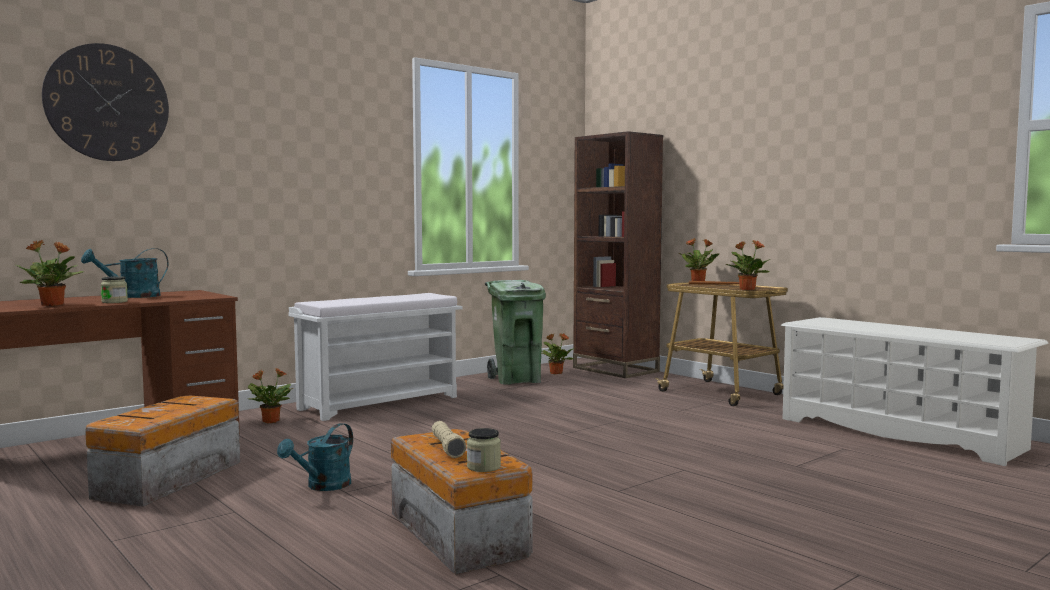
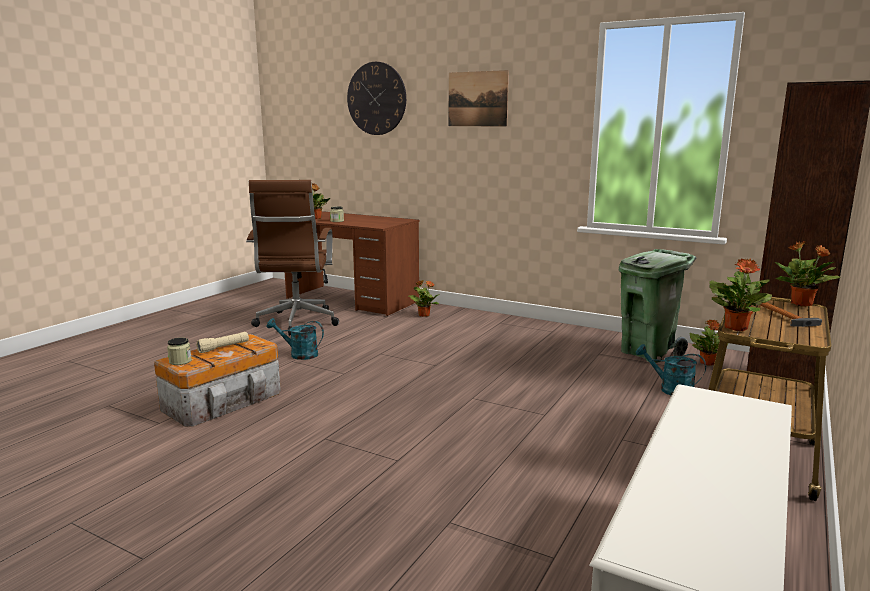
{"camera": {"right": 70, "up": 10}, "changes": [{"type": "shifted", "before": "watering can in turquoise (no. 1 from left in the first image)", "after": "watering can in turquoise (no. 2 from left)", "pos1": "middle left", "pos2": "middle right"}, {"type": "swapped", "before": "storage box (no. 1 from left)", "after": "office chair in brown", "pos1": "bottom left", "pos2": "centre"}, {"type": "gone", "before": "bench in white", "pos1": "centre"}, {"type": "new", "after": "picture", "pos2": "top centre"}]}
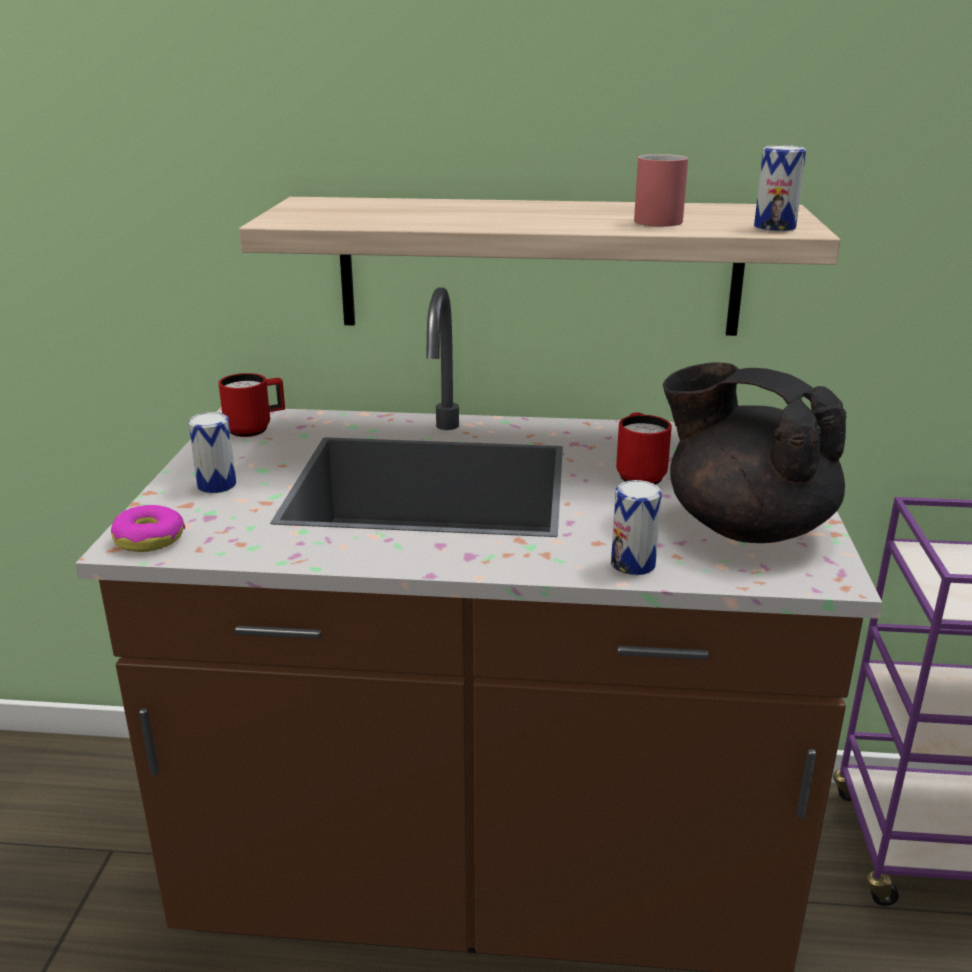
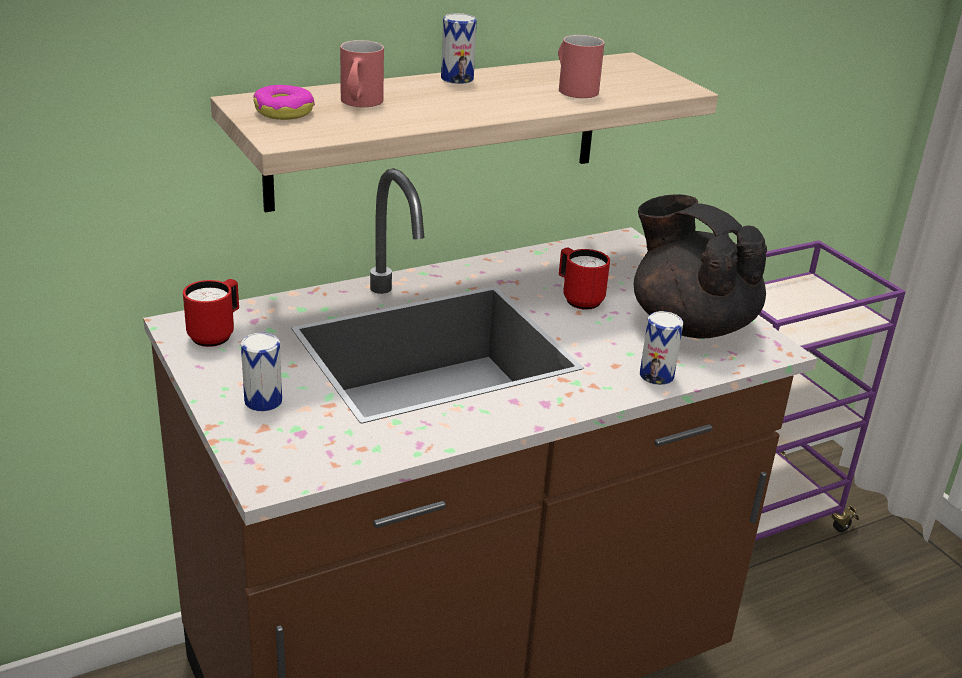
{"camera": {"right": -35, "up": 5}, "changes": [{"type": "shifted", "before": "donut", "pos1": "middle left", "pos2": "top left"}, {"type": "rotated", "before": "teapot in black", "pos1": "middle right", "pos2": "middle right", "turn": 45}, {"type": "shifted", "before": "can (no. 3 from left in the first image)", "after": "can (no. 2 from left)", "pos1": "top right", "pos2": "top centre"}, {"type": "new", "after": "mug in red (no. 2 from left)", "pos2": "top centre"}]}
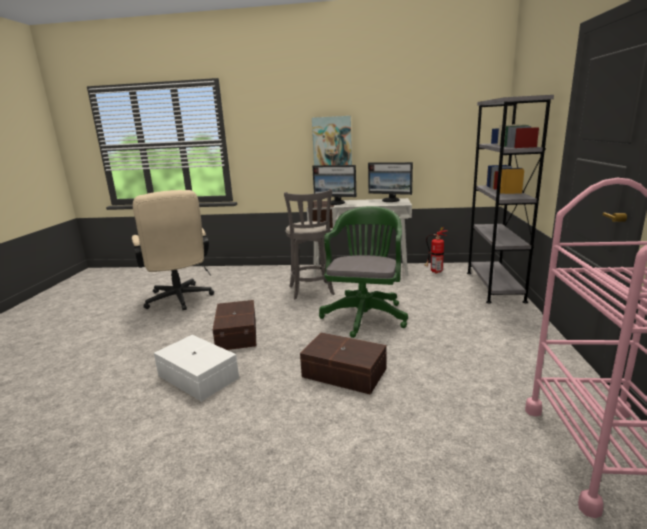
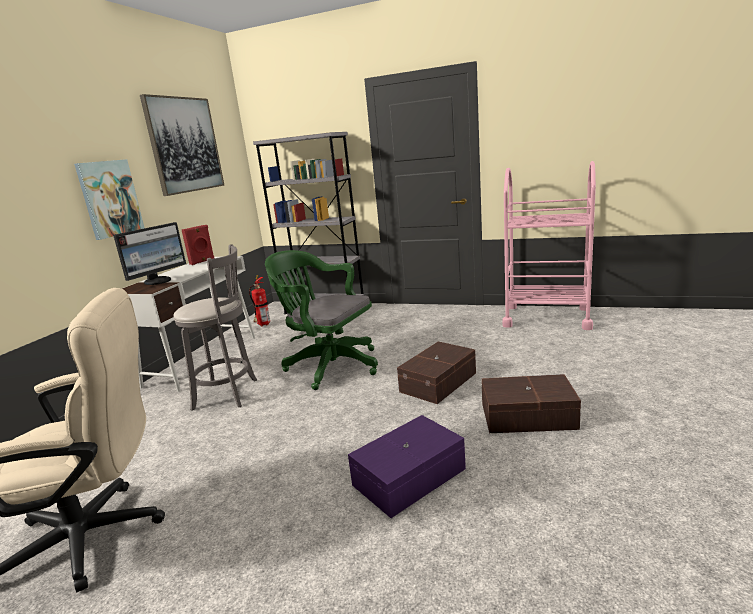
{"camera": {"right": -75, "up": 0}, "changes": [{"type": "repainted", "before": "storage box in white", "after": "storage box in purple", "pos1": "bottom left", "pos2": "bottom centre"}, {"type": "shifted", "before": "storage box in brown (no. 1 from left in the first image)", "after": "storage box in brown (no. 2 from left)", "pos1": "centre", "pos2": "middle right"}, {"type": "swapped", "before": "monitor (no. 2 from left)", "after": "speaker in red", "pos1": "centre", "pos2": "middle left"}, {"type": "new", "after": "picture (no. 2 from left)", "pos2": "top left"}]}
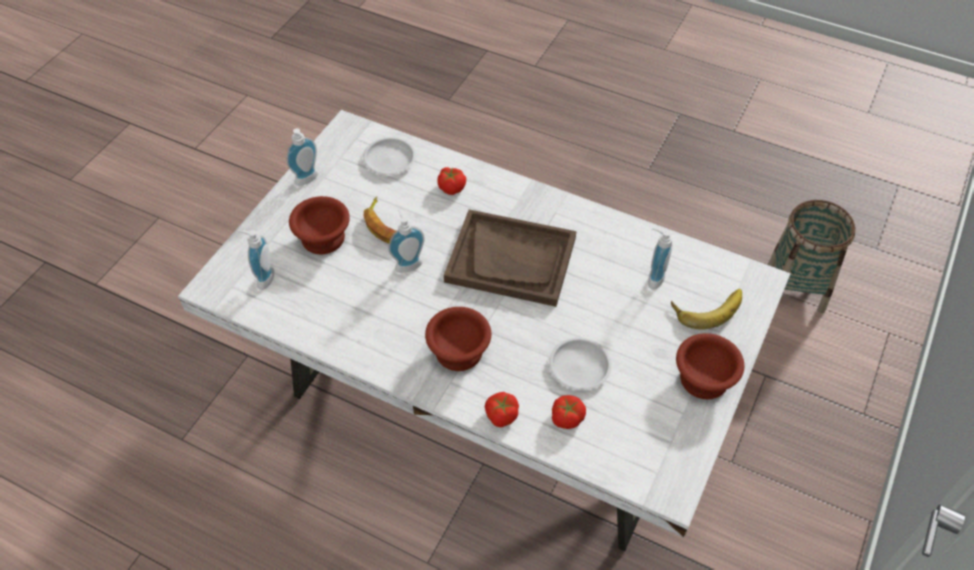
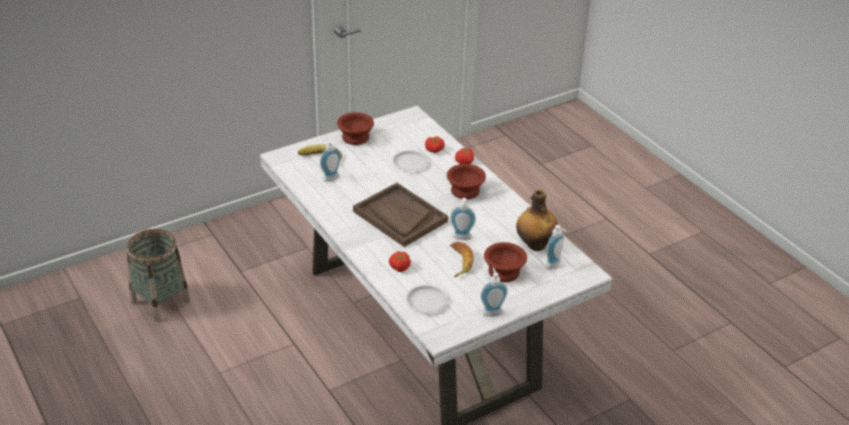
{"camera": {"right": -150, "up": -15}, "changes": [{"type": "new", "after": "bottle", "pos2": "centre"}]}
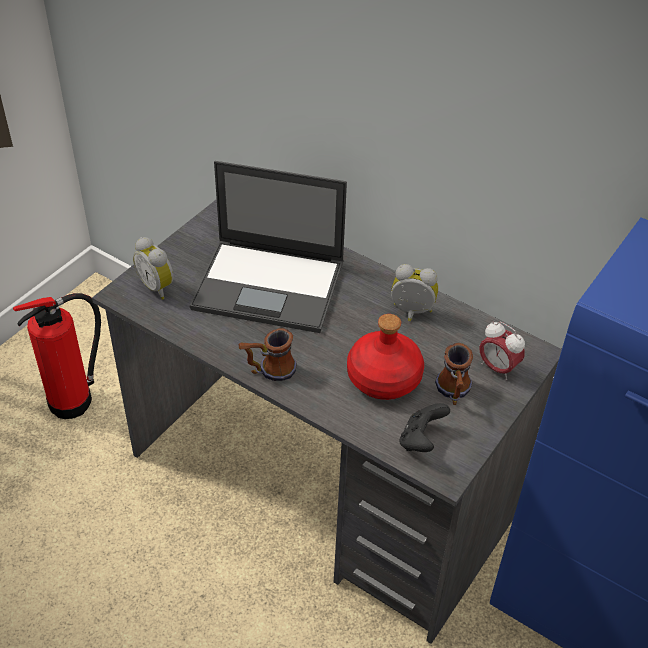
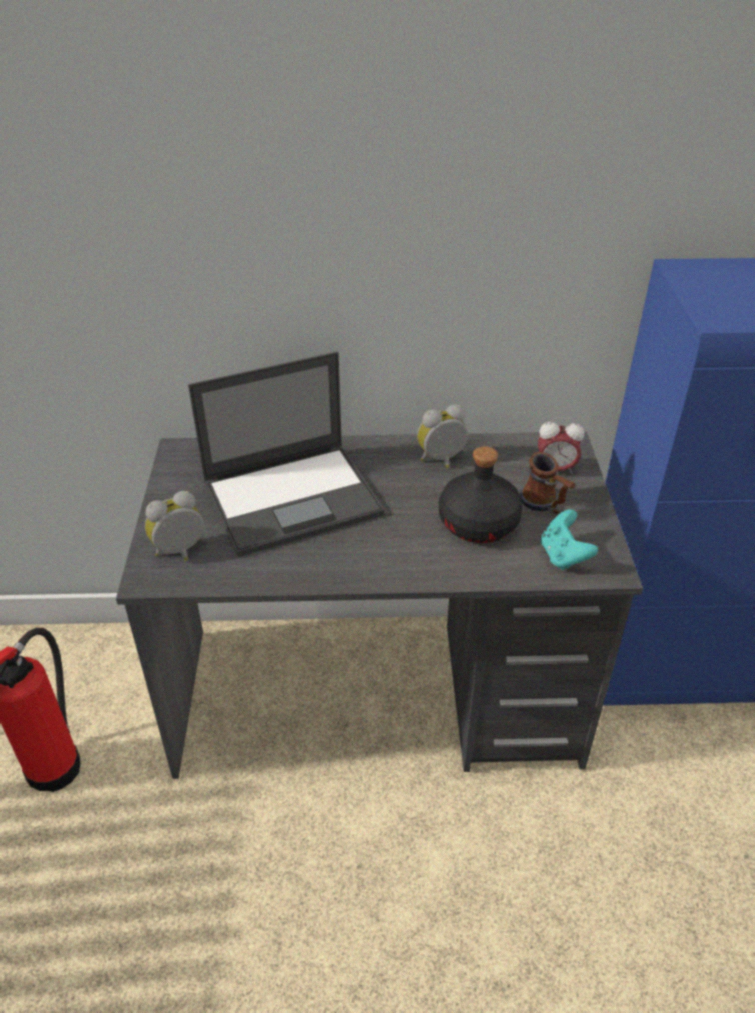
{"camera": {"right": -35, "up": -5}, "changes": [{"type": "rotated", "before": "alarm clock (no. 1 from left)", "pos1": "middle left", "pos2": "middle left", "turn": 135}, {"type": "gone", "before": "mug (no. 1 from left)", "pos1": "centre"}, {"type": "repainted", "before": "bottle in red", "after": "bottle in black", "pos1": "centre", "pos2": "centre"}, {"type": "repainted", "before": "game controller in black", "after": "game controller in turquoise", "pos1": "centre", "pos2": "middle right"}]}
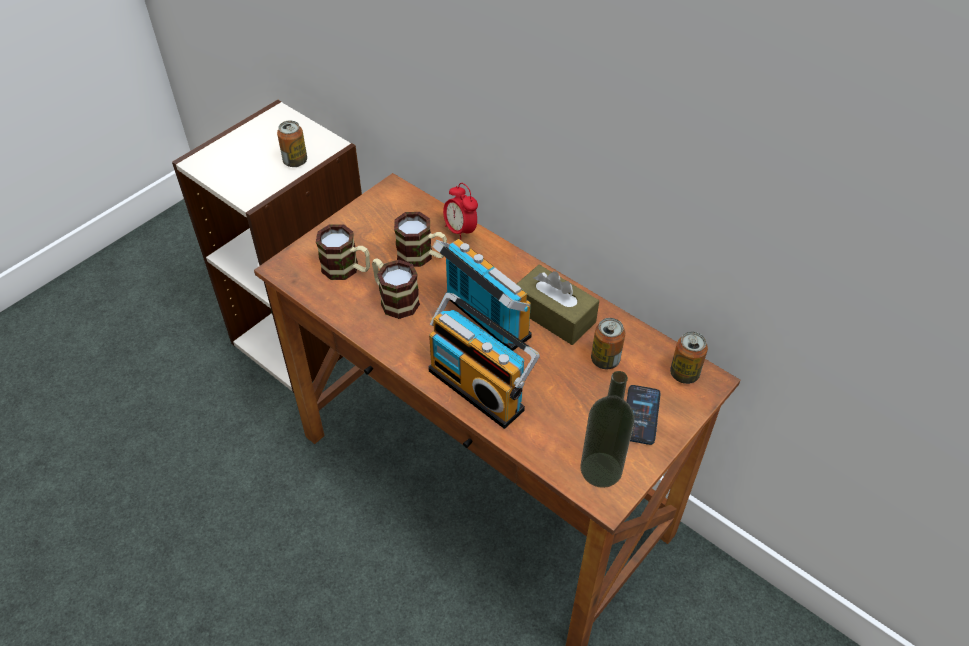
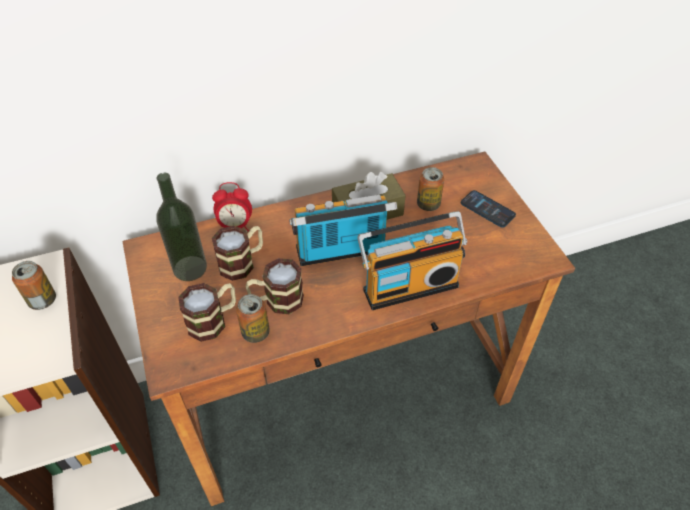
{"camera": {"right": -60, "up": 0}, "changes": [{"type": "shifted", "before": "bottle", "pos1": "centre", "pos2": "middle left"}, {"type": "shifted", "before": "can (no. 3 from left in the first image)", "after": "can (no. 2 from left)", "pos1": "middle right", "pos2": "centre"}]}
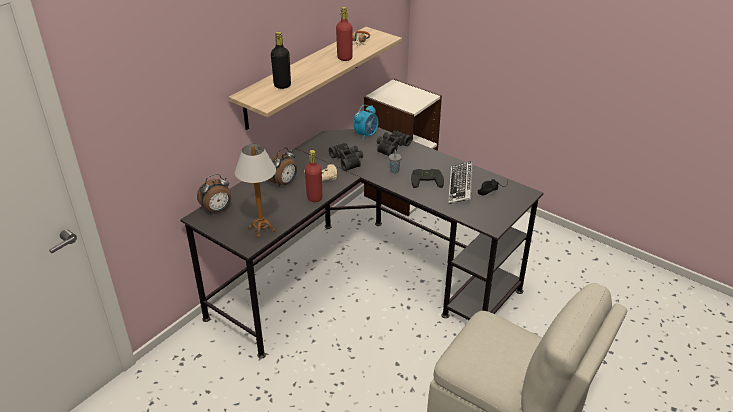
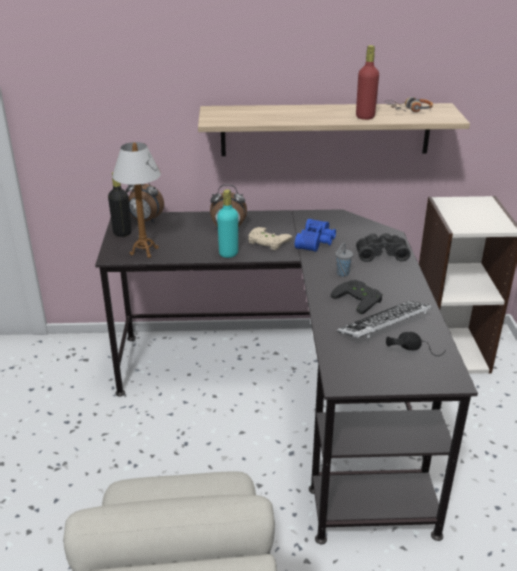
{"camera": {"right": 50, "up": -5}, "changes": [{"type": "shifted", "before": "bottle in black", "pos1": "top centre", "pos2": "middle left"}, {"type": "repainted", "before": "bottle in red (no. 1 from left)", "after": "bottle in turquoise", "pos1": "centre", "pos2": "centre"}, {"type": "repainted", "before": "binoculars in black (no. 1 from left)", "after": "binoculars in blue", "pos1": "centre", "pos2": "centre"}, {"type": "gone", "before": "alarm clock (no. 3 from left)", "pos1": "top centre"}]}
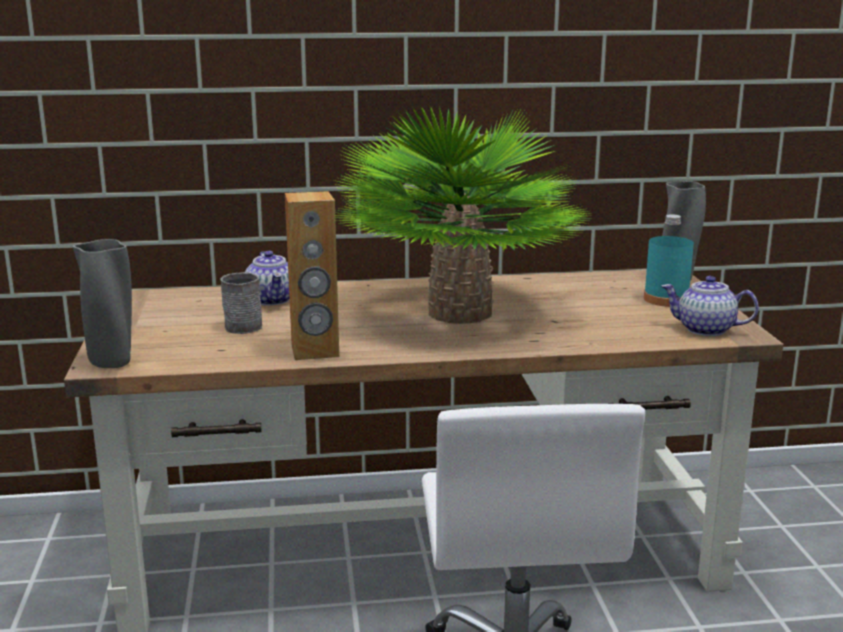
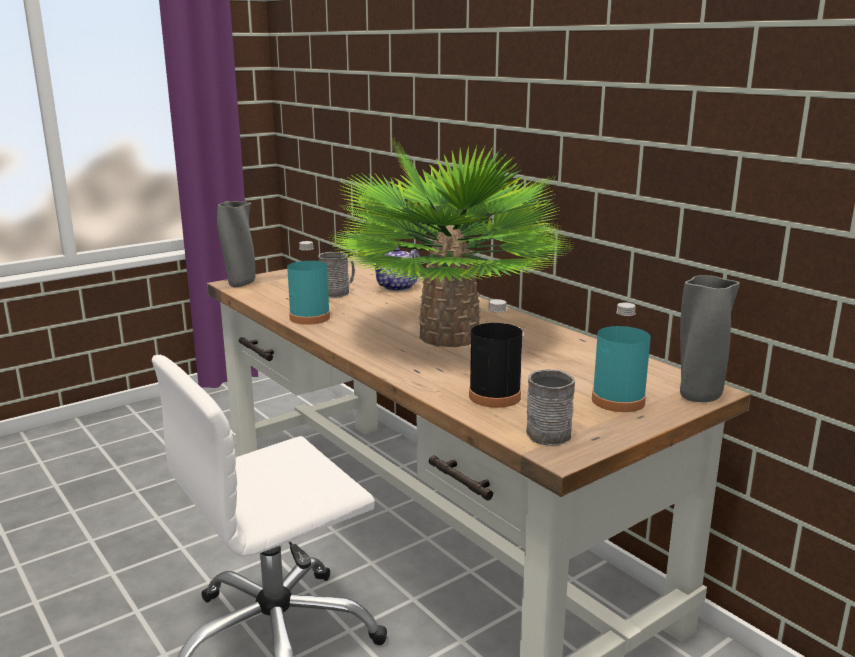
{"camera": {"right": 60, "up": 0}, "changes": [{"type": "swapped", "before": "speaker in brown", "after": "bottle in turquoise (no. 1 from left)", "pos1": "centre", "pos2": "centre"}, {"type": "swapped", "before": "teapot (no. 2 from left)", "after": "mug in grey (no. 2 from left)", "pos1": "middle right", "pos2": "centre"}, {"type": "new", "after": "bottle in black", "pos2": "centre"}]}
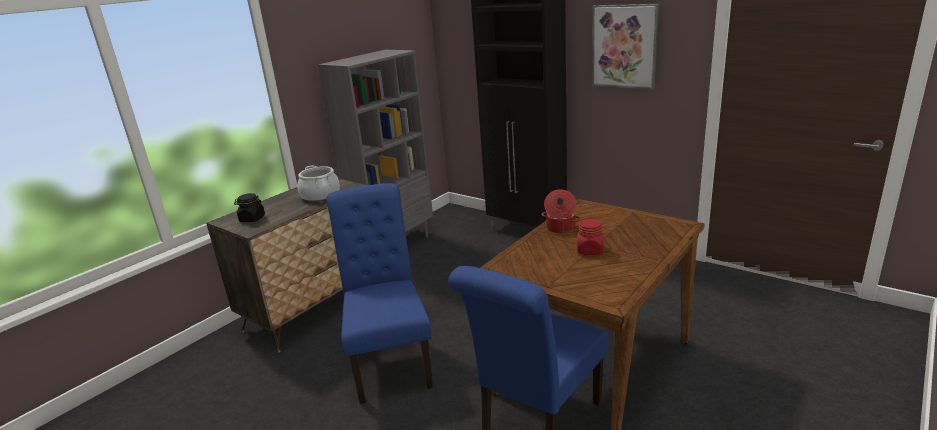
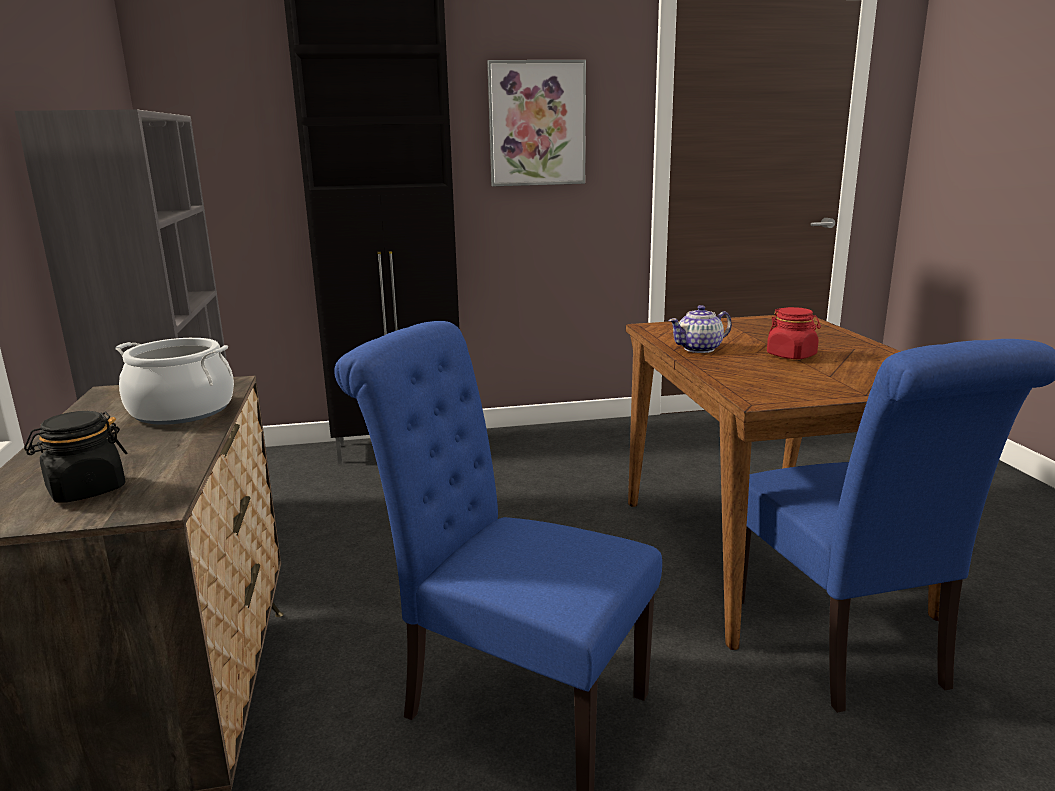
{"camera": {"right": -50, "up": -5}, "changes": [{"type": "swapped", "before": "cooking pot (no. 2 from left)", "after": "teapot", "pos1": "centre", "pos2": "centre"}]}
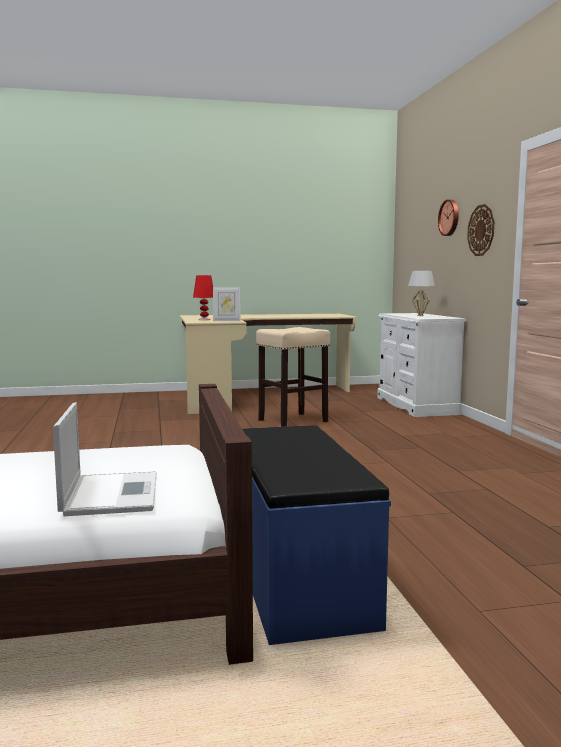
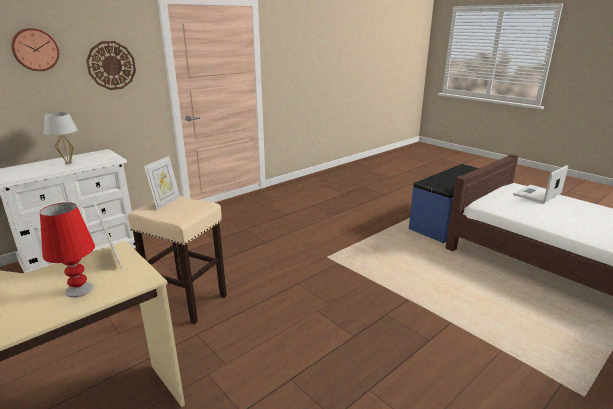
{"camera": {"right": -120, "up": 15}, "changes": [{"type": "new", "after": "picture frame (no. 2 from left)", "pos2": "middle left"}]}
